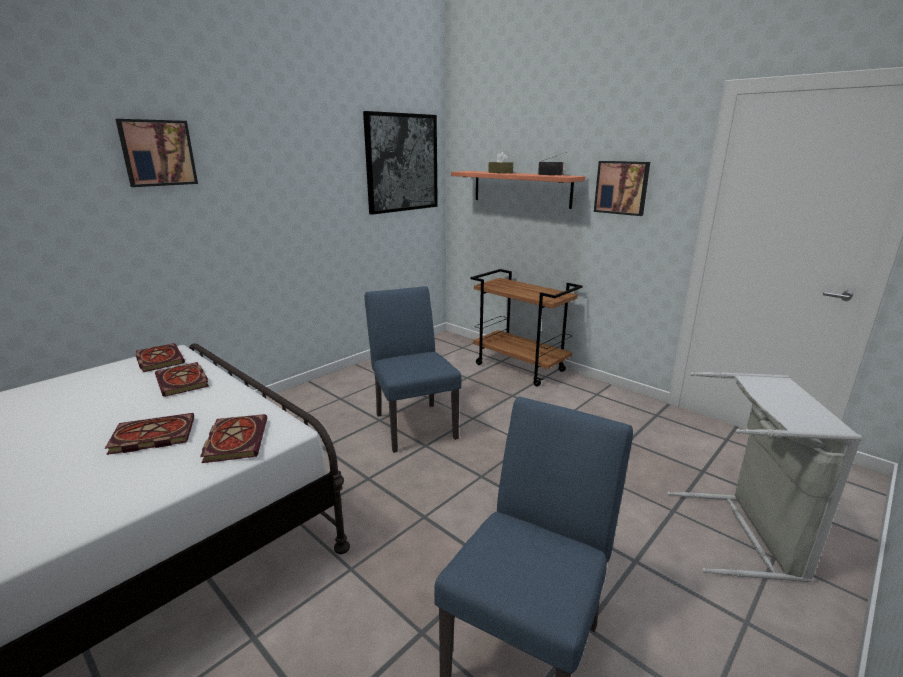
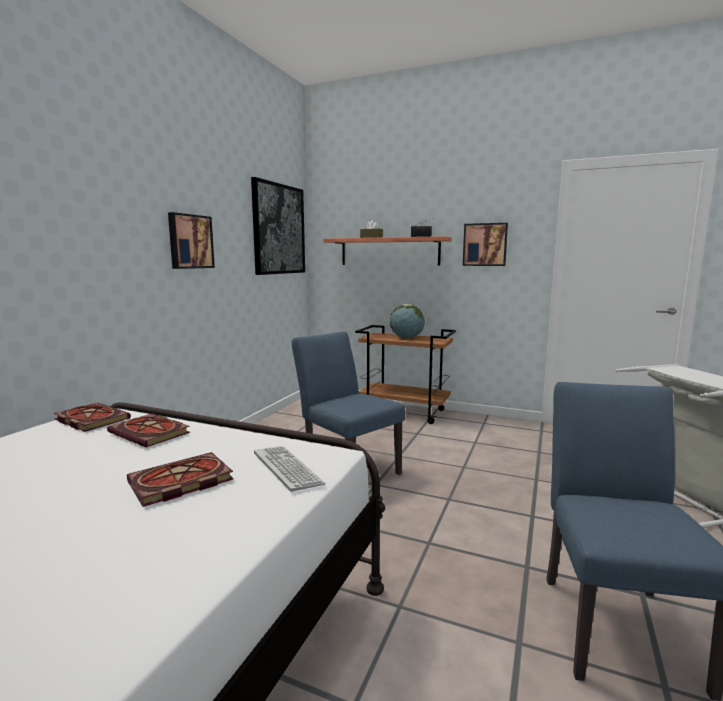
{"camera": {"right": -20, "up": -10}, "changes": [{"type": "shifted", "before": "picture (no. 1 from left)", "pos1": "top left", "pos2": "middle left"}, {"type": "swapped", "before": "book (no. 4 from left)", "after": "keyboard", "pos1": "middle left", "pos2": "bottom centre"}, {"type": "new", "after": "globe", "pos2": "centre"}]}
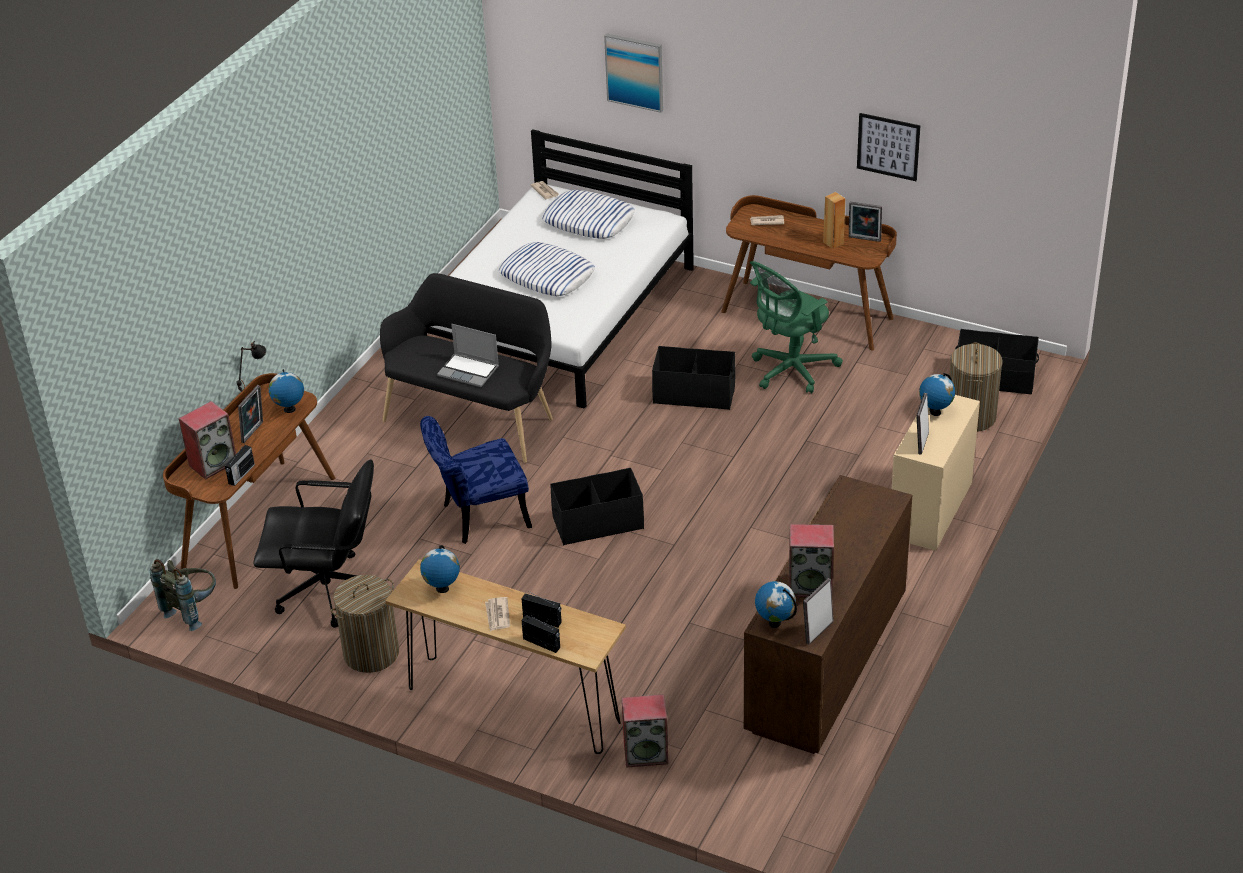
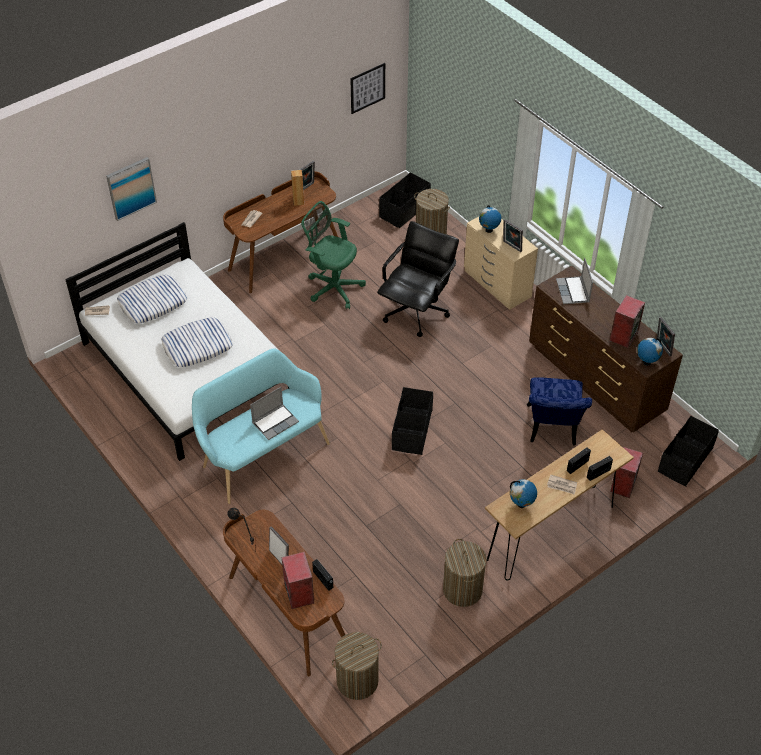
{"camera": {"right": -65, "up": 10}, "changes": [{"type": "swapped", "before": "backpack in grey", "after": "laundry basket (no. 1 from left)", "pos1": "bottom left", "pos2": "bottom centre"}, {"type": "shifted", "before": "office chair in black", "pos1": "middle left", "pos2": "centre"}, {"type": "gone", "before": "globe (no. 1 from left)", "pos1": "middle left"}, {"type": "repainted", "before": "bench in black", "after": "bench in turquoise", "pos1": "centre", "pos2": "centre"}, {"type": "shifted", "before": "chair in blue", "pos1": "centre", "pos2": "middle right"}, {"type": "shifted", "before": "storage box in black (no. 2 from left in the first image)", "after": "storage box in black (no. 3 from left)", "pos1": "centre", "pos2": "middle right"}, {"type": "rotated", "before": "office chair in green", "pos1": "centre", "pos2": "centre", "turn": 135}, {"type": "shifted", "before": "picture (no. 2 from left)", "pos1": "top right", "pos2": "top centre"}, {"type": "new", "after": "laptop (no. 2 from left)", "pos2": "middle right"}]}
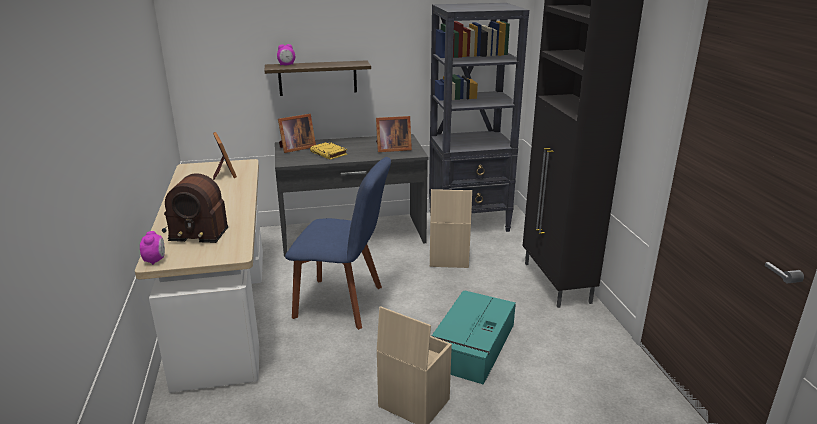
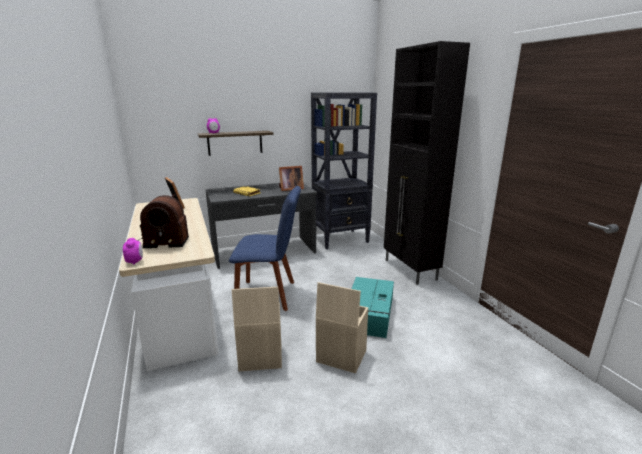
{"camera": {"right": -10, "up": -5}, "changes": [{"type": "gone", "before": "picture frame (no. 2 from left)", "pos1": "top centre"}, {"type": "shifted", "before": "storage box in beige (no. 2 from left in the first image)", "after": "storage box in beige (no. 1 from left)", "pos1": "centre", "pos2": "bottom centre"}]}
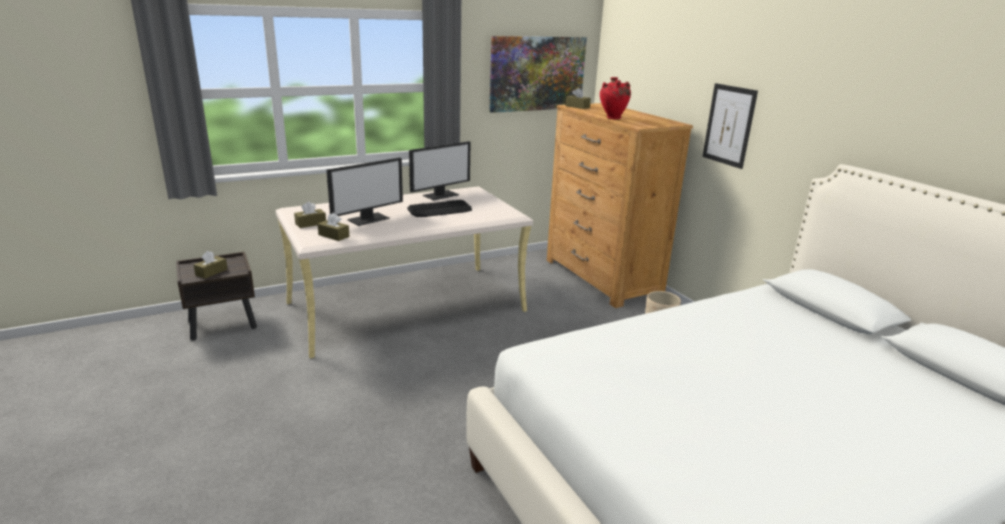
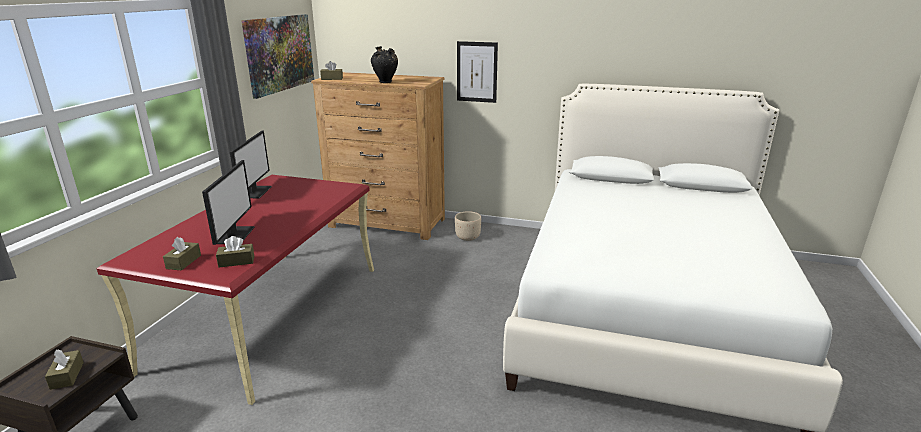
{"camera": {"right": -45, "up": 0}, "changes": [{"type": "repainted", "before": "desk in beige", "after": "desk in red", "pos1": "centre", "pos2": "bottom left"}, {"type": "gone", "before": "keyboard", "pos1": "centre"}, {"type": "repainted", "before": "vase in red", "after": "vase in black", "pos1": "top centre", "pos2": "top centre"}]}
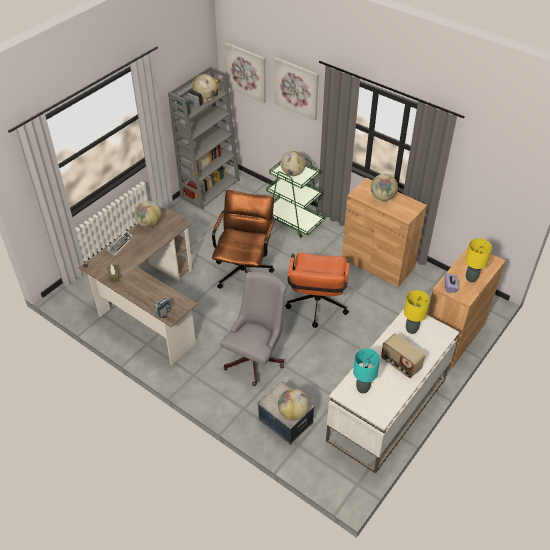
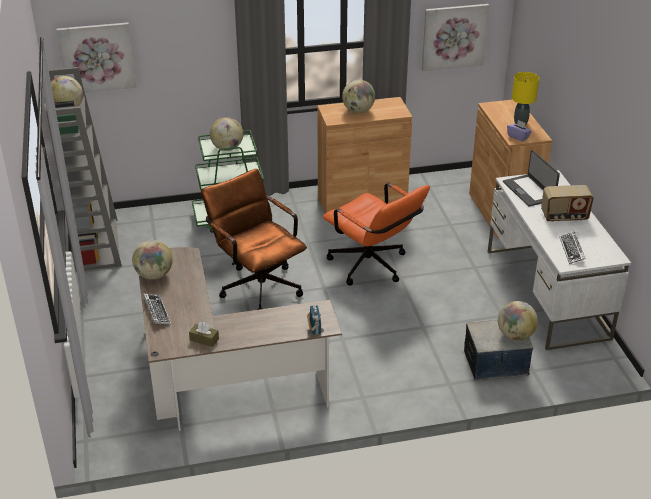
{"camera": {"right": -50, "up": -10}, "changes": [{"type": "gone", "before": "office chair in grey", "pos1": "centre"}, {"type": "shifted", "before": "picture (no. 2 from left)", "pos1": "top centre", "pos2": "top right"}, {"type": "swapped", "before": "table lamp in turquoise", "after": "keyboard (no. 2 from left)", "pos1": "bottom centre", "pos2": "middle right"}, {"type": "swapped", "before": "table lamp in yellow (no. 1 from left)", "after": "laptop", "pos1": "middle right", "pos2": "middle right"}]}
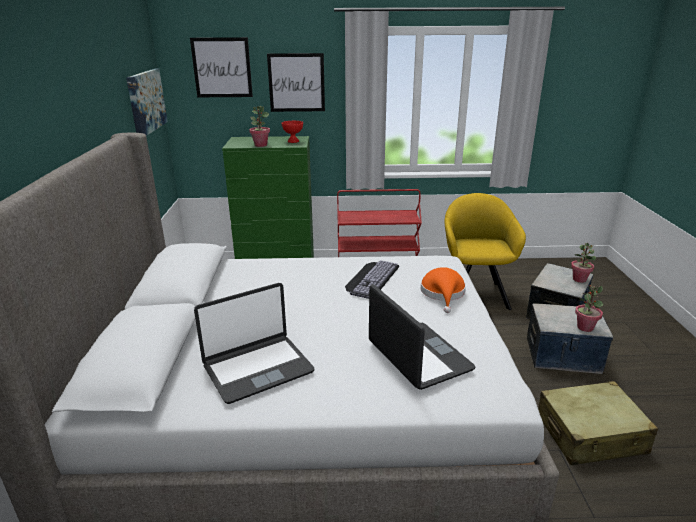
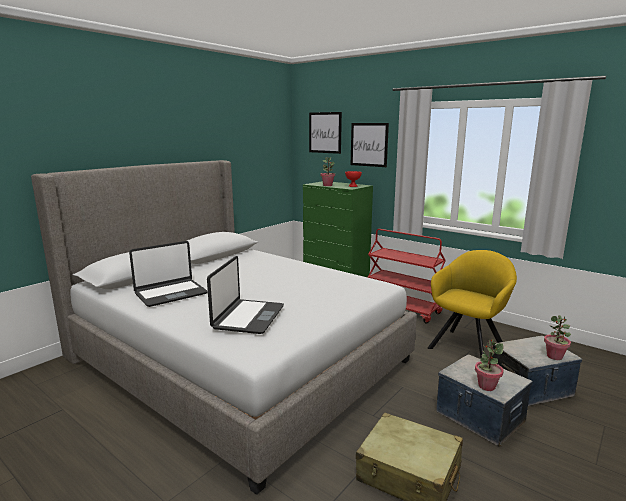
{"camera": {"right": 40, "up": -10}, "changes": [{"type": "gone", "before": "picture (no. 1 from left)", "pos1": "top left"}, {"type": "rotated", "before": "laptop (no. 1 from left)", "pos1": "centre", "pos2": "middle left", "turn": -45}, {"type": "gone", "before": "keyboard", "pos1": "centre"}, {"type": "gone", "before": "hat in orange", "pos1": "centre"}]}
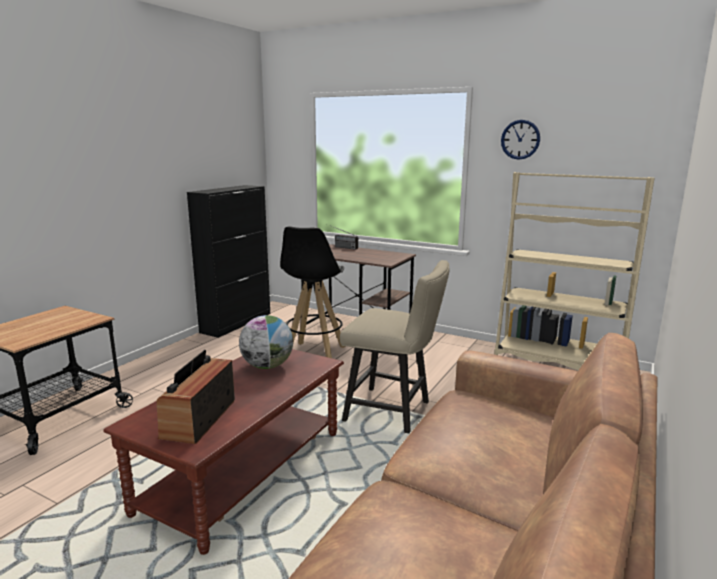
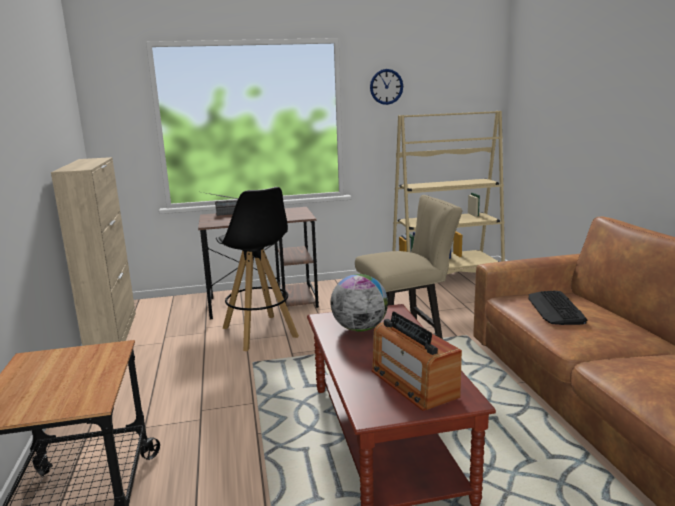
{"camera": {"right": -40, "up": 0}, "changes": [{"type": "repainted", "before": "cabinet in black", "after": "cabinet in beige", "pos1": "middle left", "pos2": "middle left"}, {"type": "new", "after": "keyboard", "pos2": "middle right"}]}
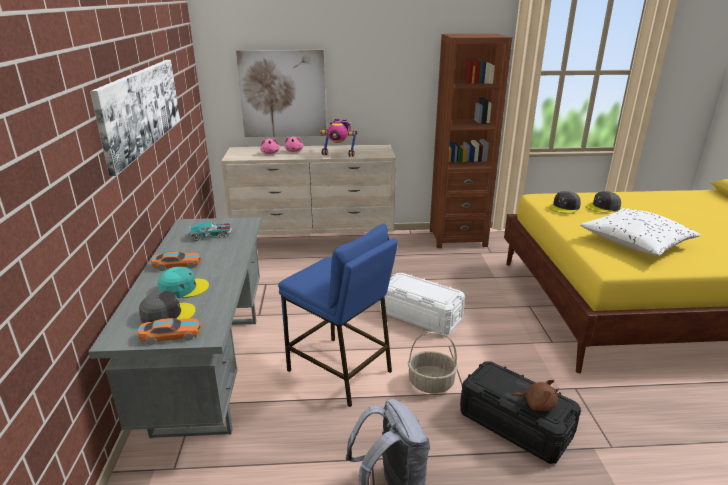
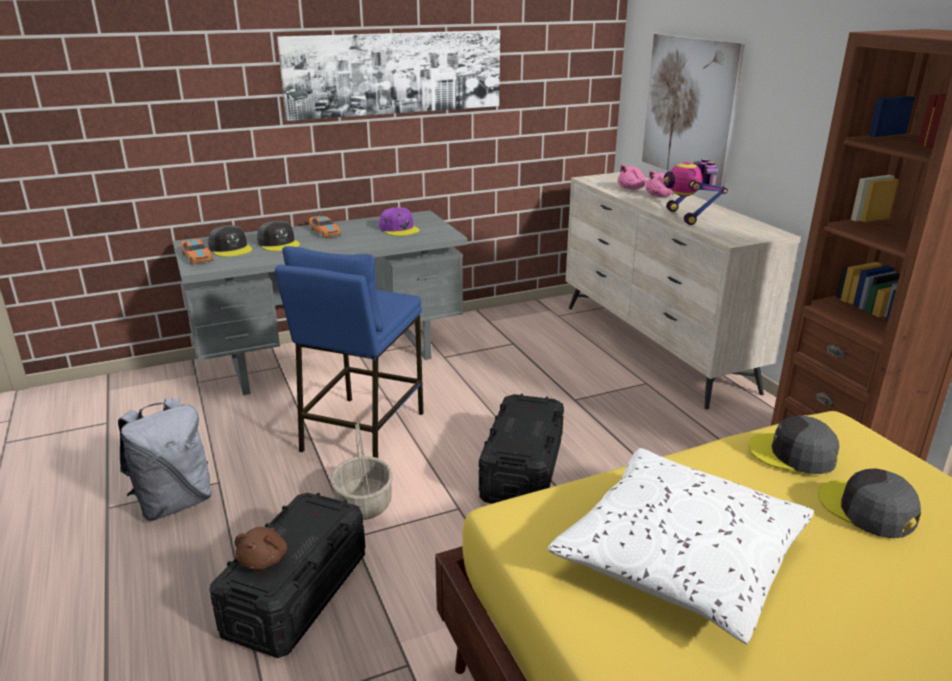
{"camera": {"right": 70, "up": 0}, "changes": [{"type": "repainted", "before": "cap in turquoise", "after": "cap in grey (no. 2 from left)", "pos1": "middle left", "pos2": "middle left"}, {"type": "swapped", "before": "toy car (no. 3 from left)", "after": "cap in purple", "pos1": "middle left", "pos2": "top centre"}, {"type": "repainted", "before": "storage box in white", "after": "storage box in black (no. 2 from left)", "pos1": "centre", "pos2": "centre"}]}
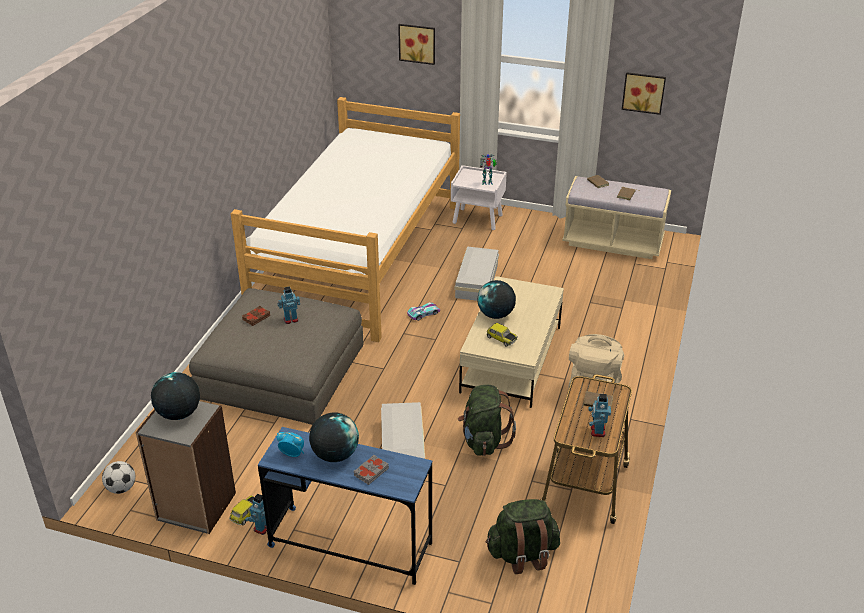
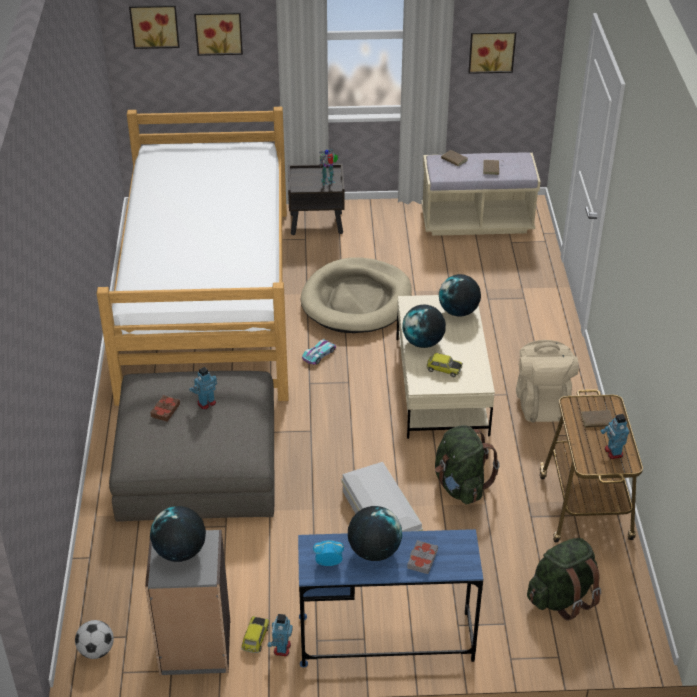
{"camera": {"right": -20, "up": 5}, "changes": [{"type": "repainted", "before": "nightstand in white", "after": "nightstand in brown", "pos1": "top centre", "pos2": "top centre"}, {"type": "swapped", "before": "storage box in white (no. 2 from left)", "after": "dog bed in beige", "pos1": "centre", "pos2": "centre"}, {"type": "new", "after": "picture (no. 1 from left)", "pos2": "top left"}, {"type": "new", "after": "globe (no. 4 from left)", "pos2": "centre"}]}
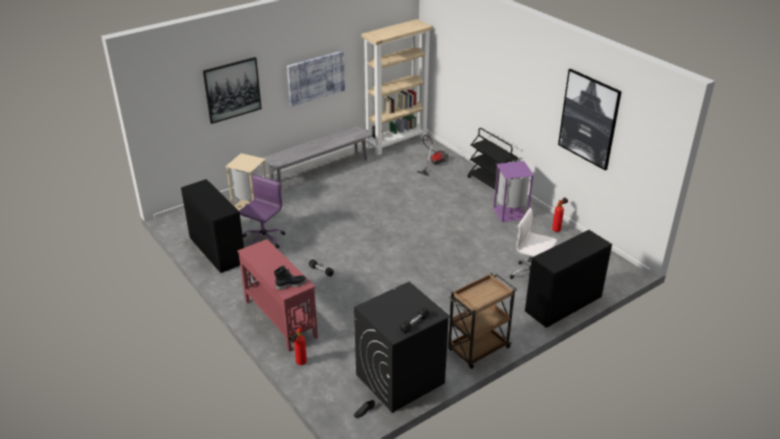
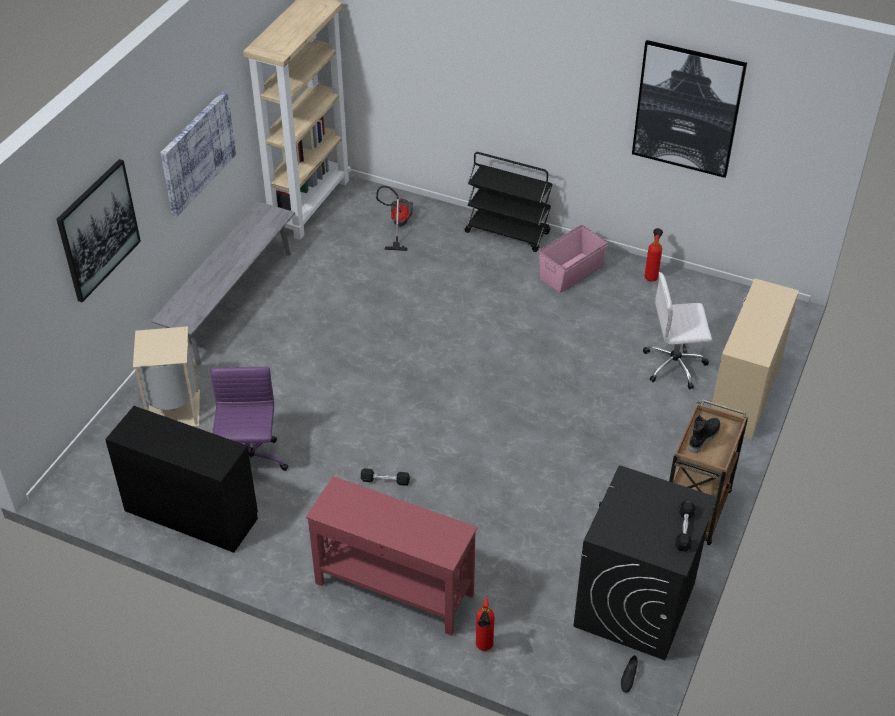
{"camera": {"right": -30, "up": 10}, "changes": [{"type": "shifted", "before": "boot in black", "pos1": "centre", "pos2": "middle right"}, {"type": "swapped", "before": "trash can in purple", "after": "storage box in pink", "pos1": "centre", "pos2": "centre"}, {"type": "repainted", "before": "desk in black (no. 2 from left)", "after": "desk in beige", "pos1": "middle right", "pos2": "middle right"}]}
